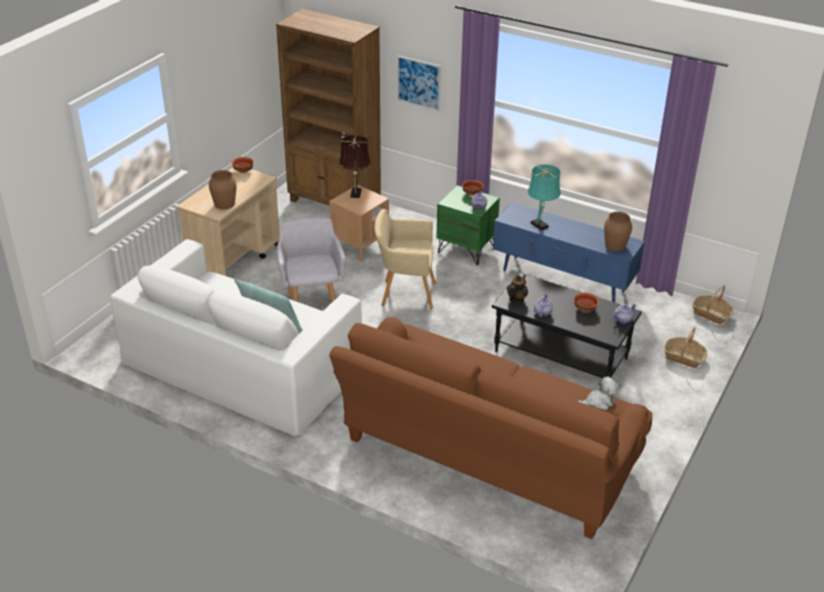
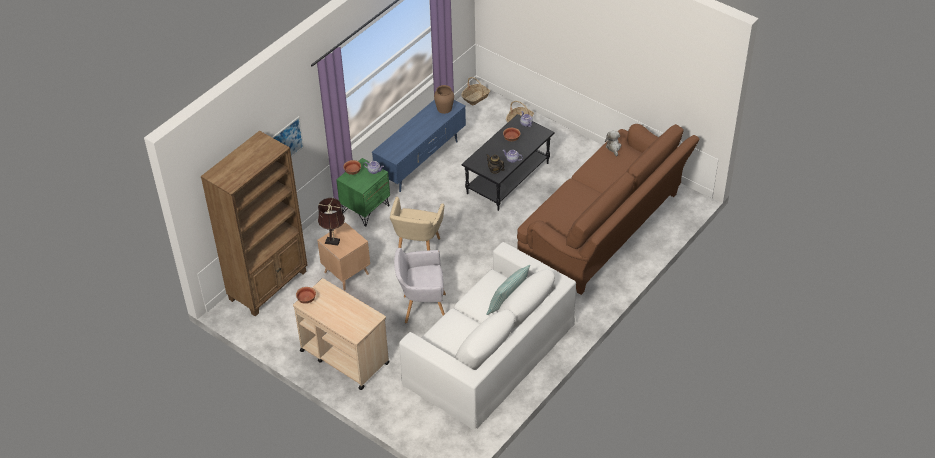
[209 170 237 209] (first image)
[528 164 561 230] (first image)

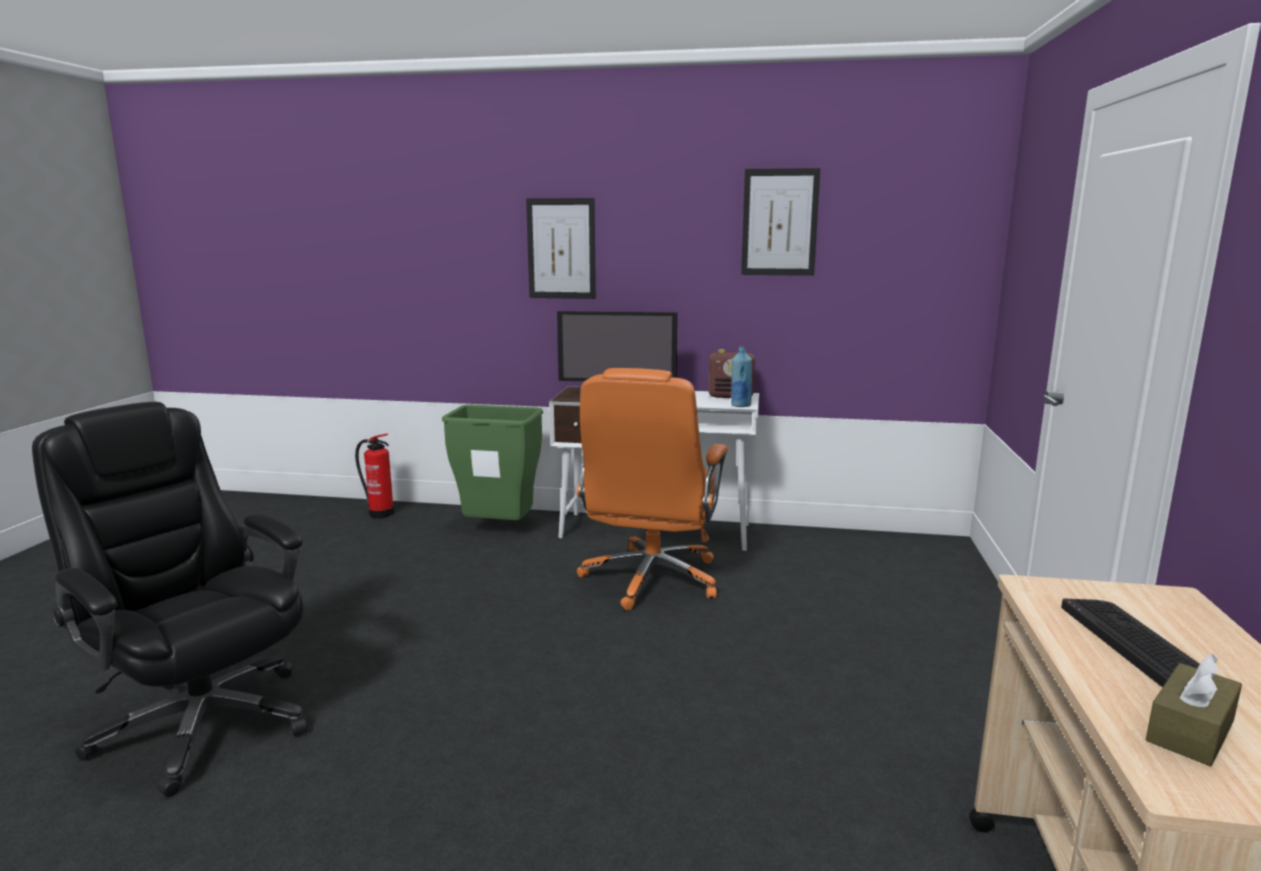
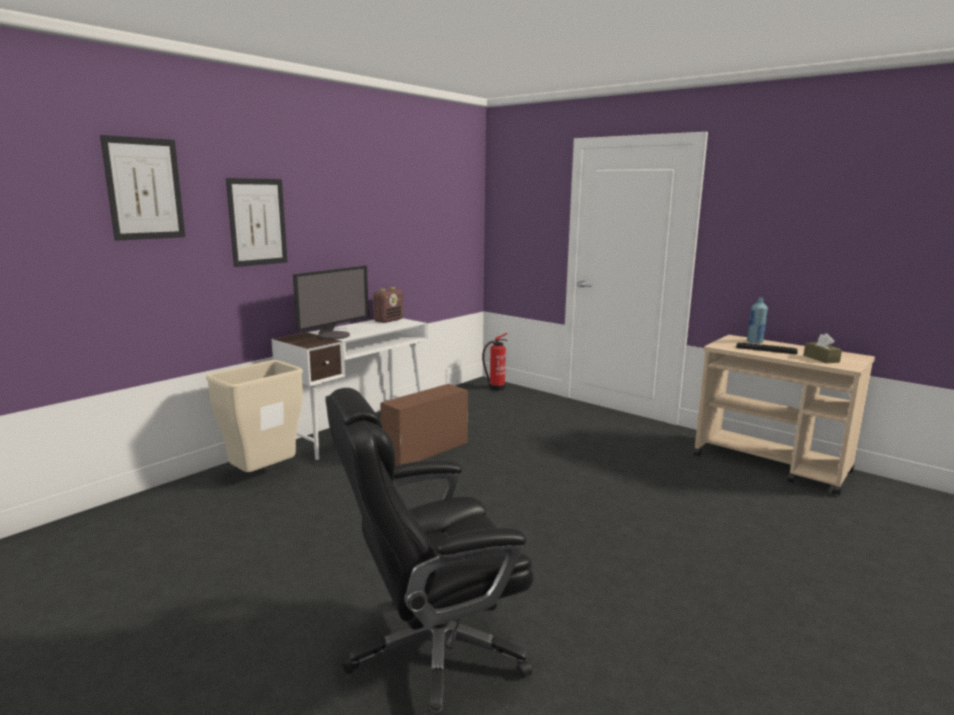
[482 333 507 390]
[206 360 303 472]
[381 384 468 466]
[747 297 768 344]
[100 135 185 241]

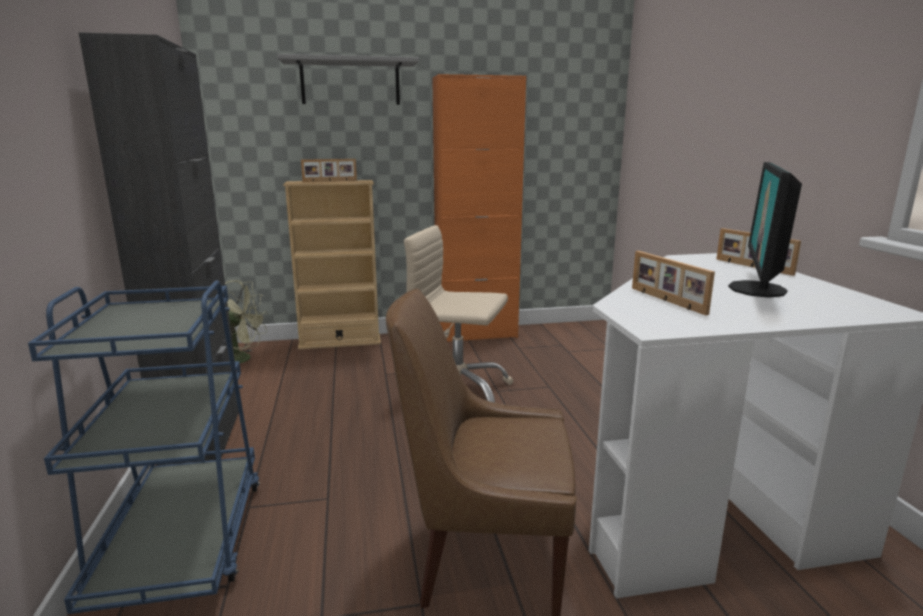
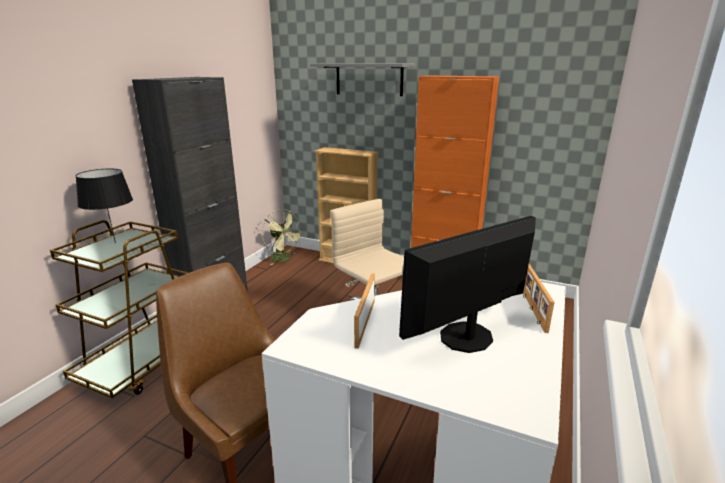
[50 220 188 398]
[301 159 357 182] (first image)
[75 169 133 243]

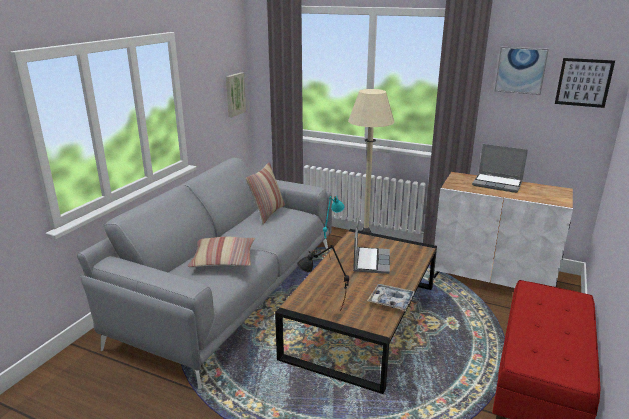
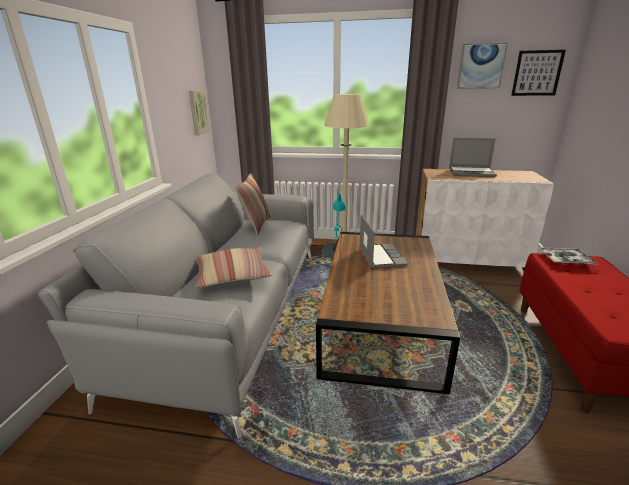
[297 245 349 310] (first image)
[540 247 598 265]

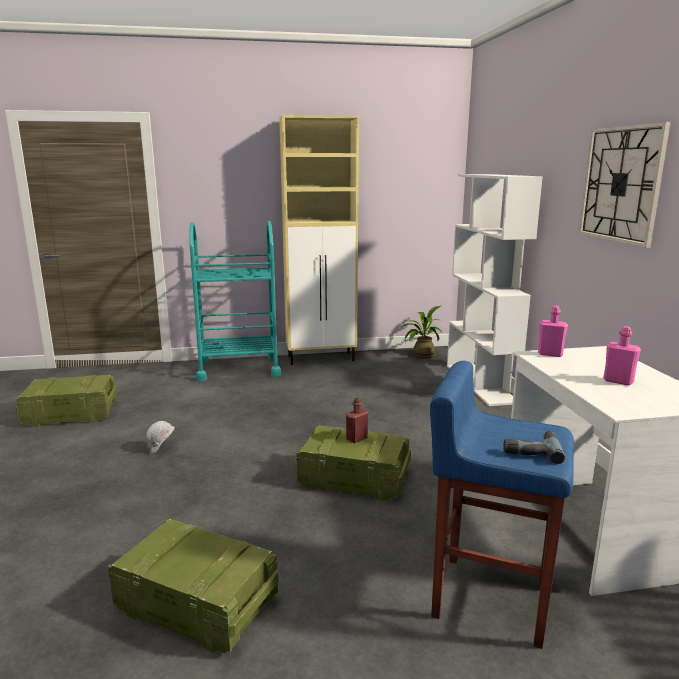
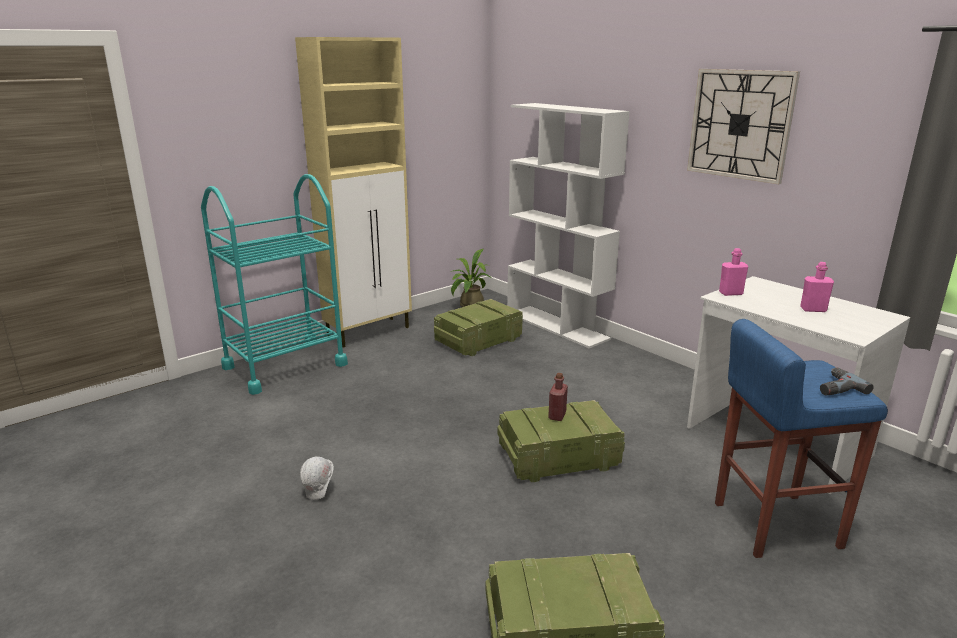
[434 299 523 356]

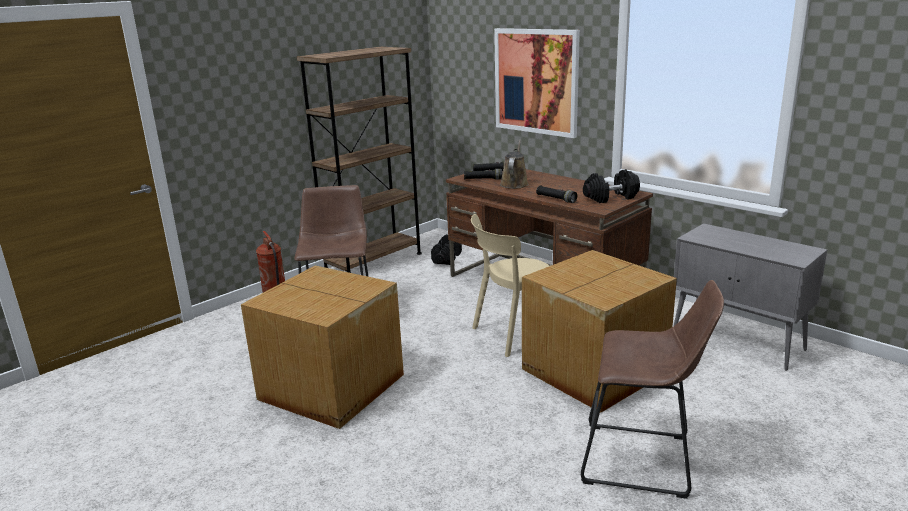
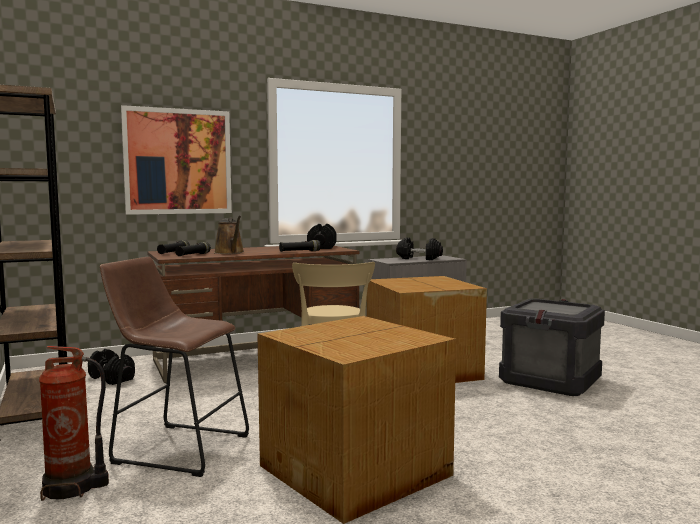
[214 216 244 254]
[499 299 605 396]
[396 238 443 260]

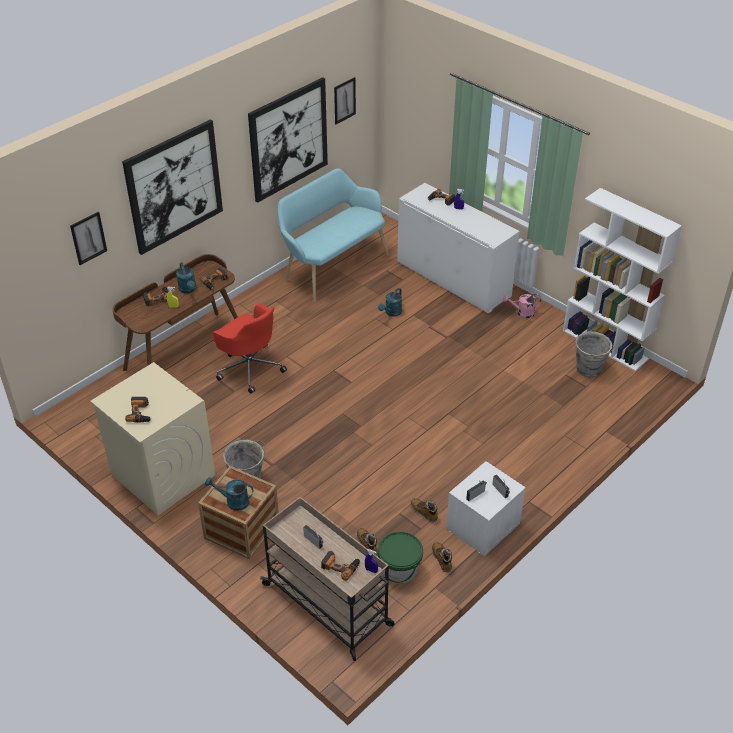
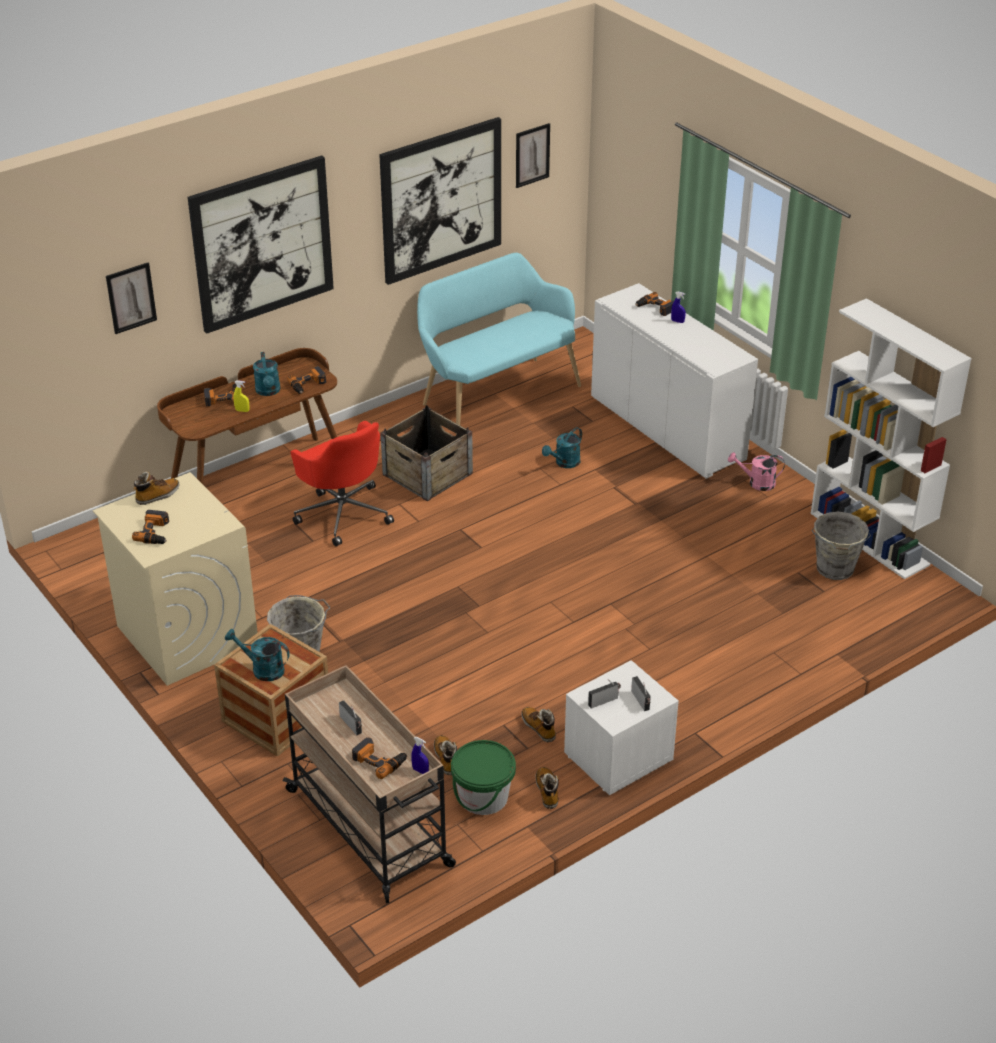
[134 472 179 505]
[381 405 473 501]

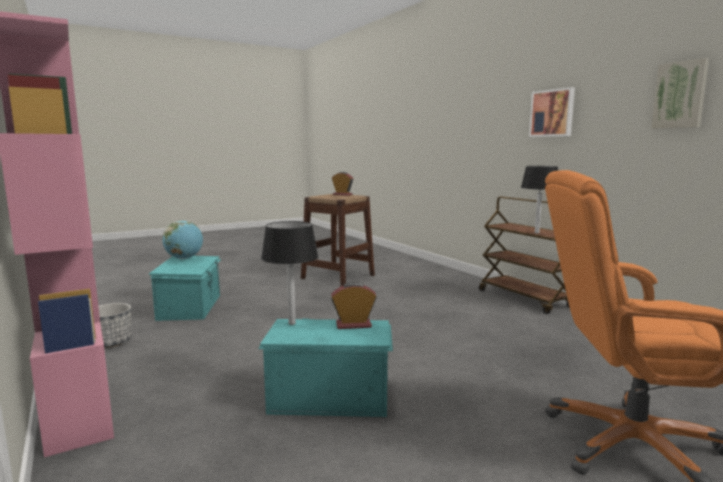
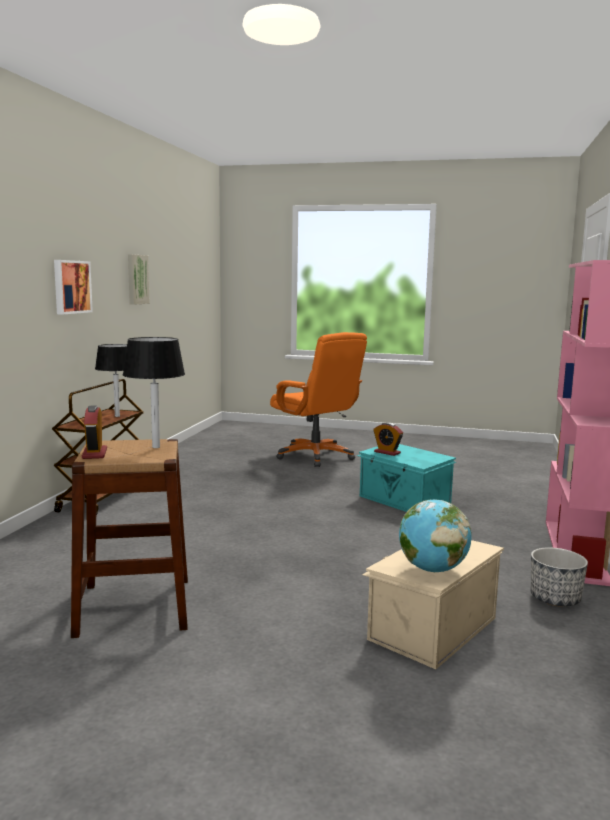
[362 540 504 669]
[123 337 185 448]

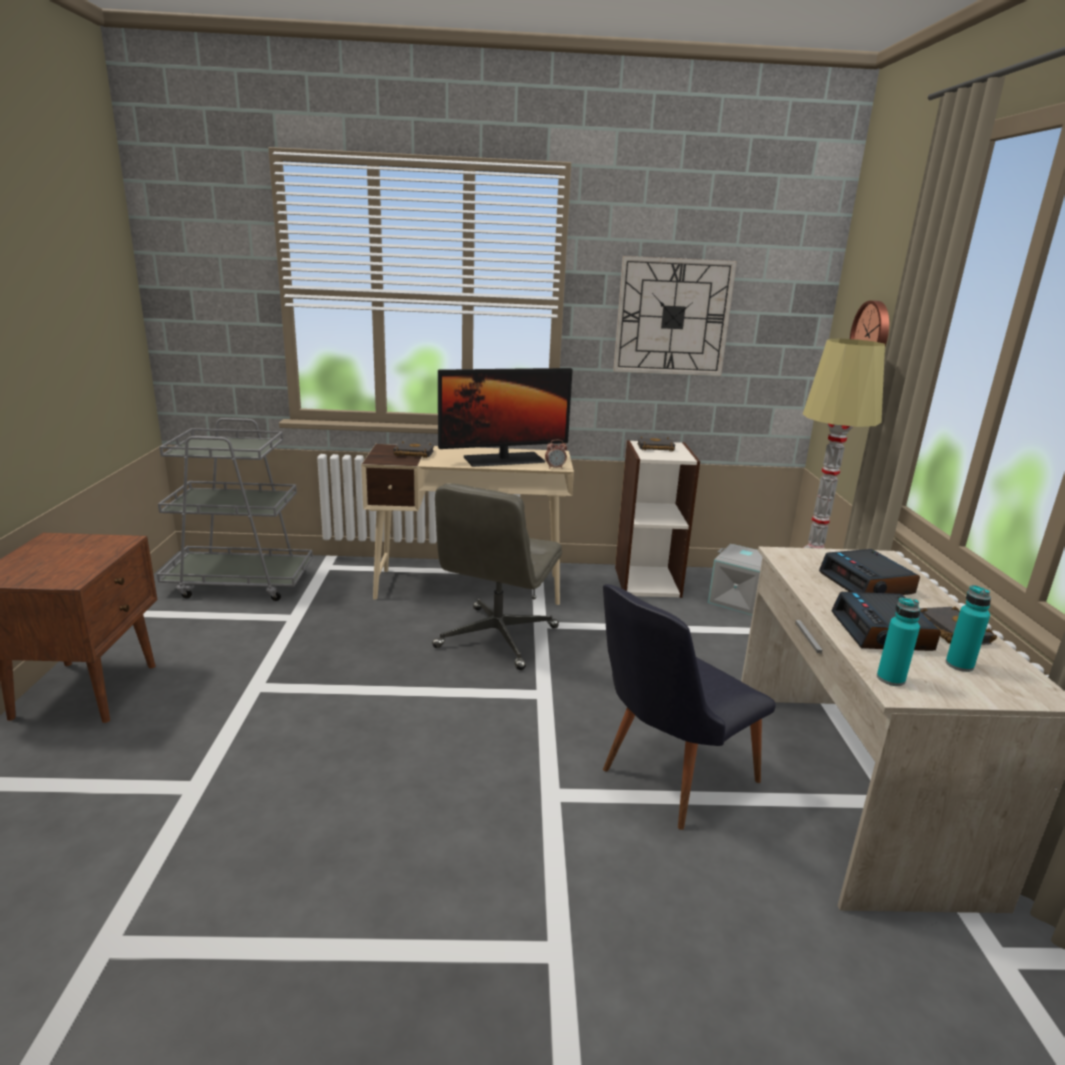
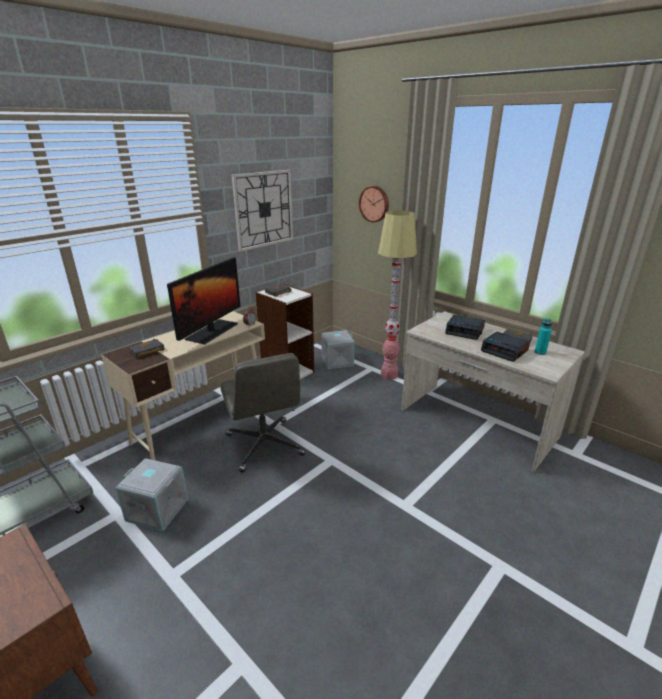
[603 584 776 830] (first image)
[877 598 920 686] (first image)
[115 458 188 532]

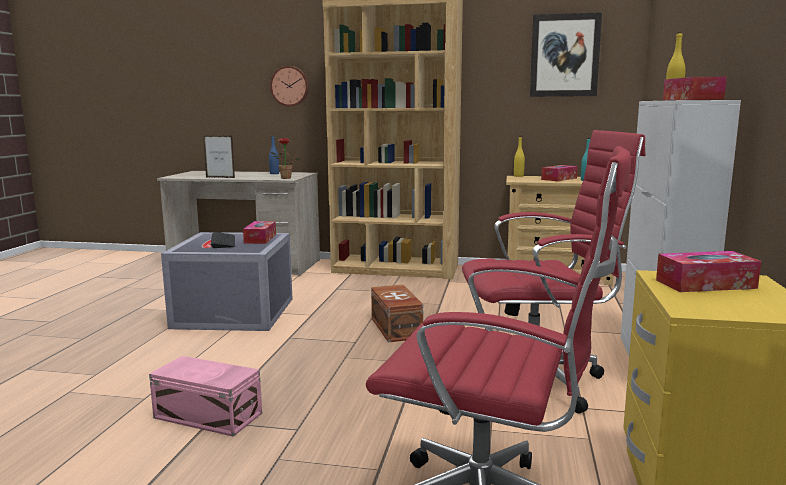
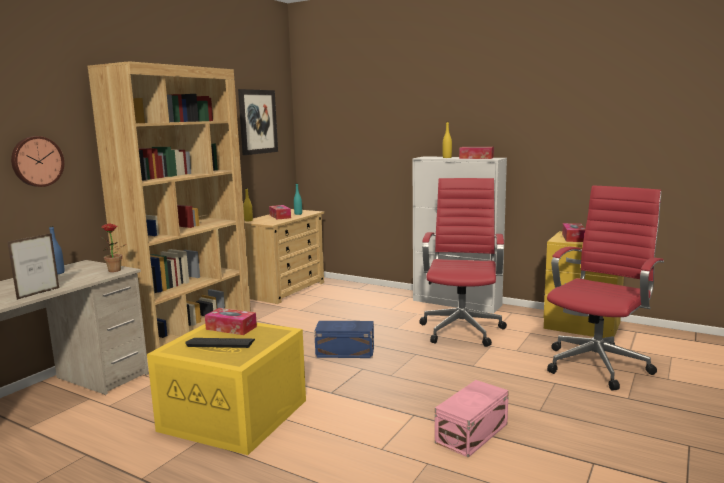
[147 322 306 455]
[314 321 374 358]

